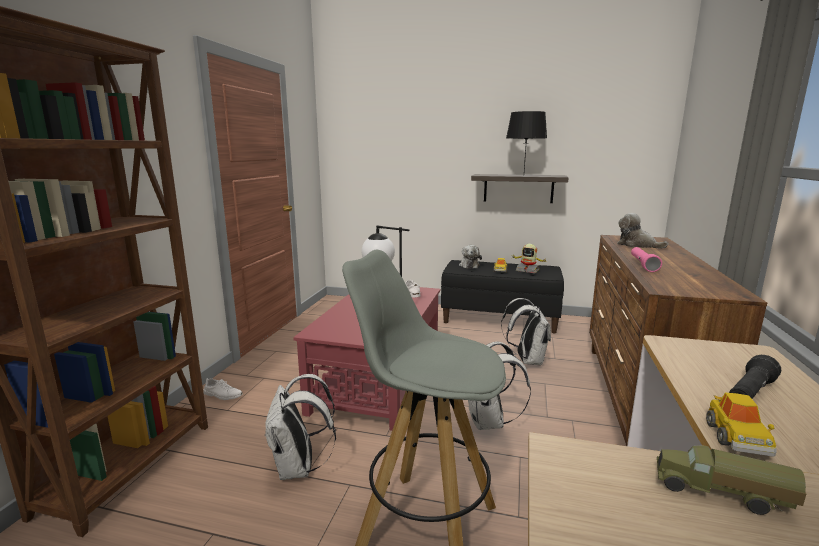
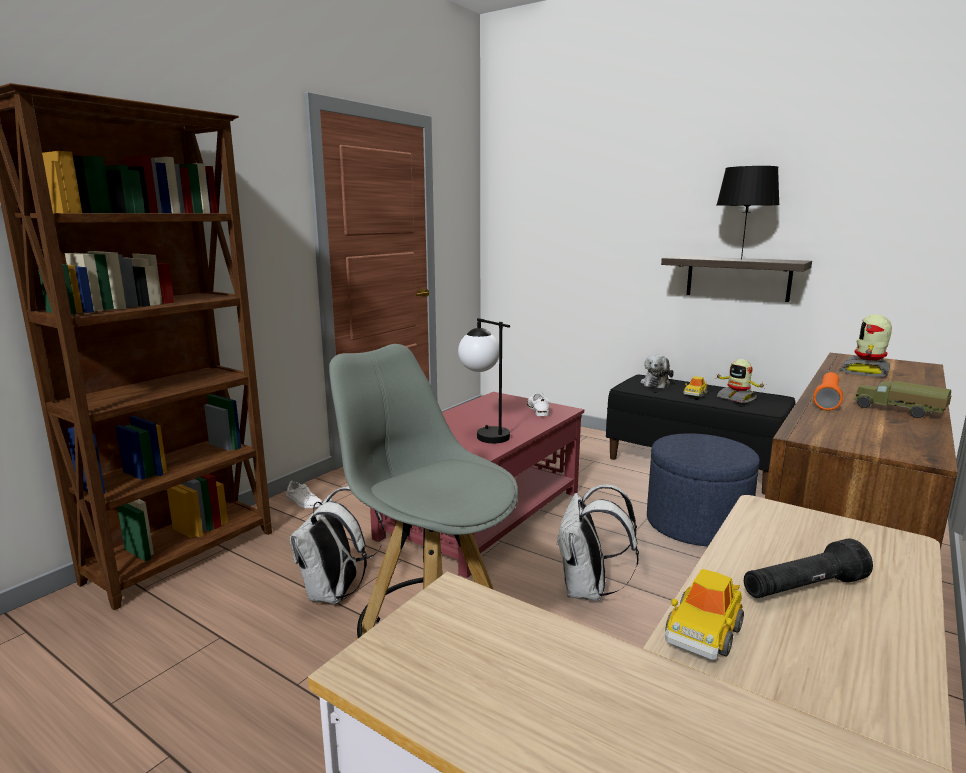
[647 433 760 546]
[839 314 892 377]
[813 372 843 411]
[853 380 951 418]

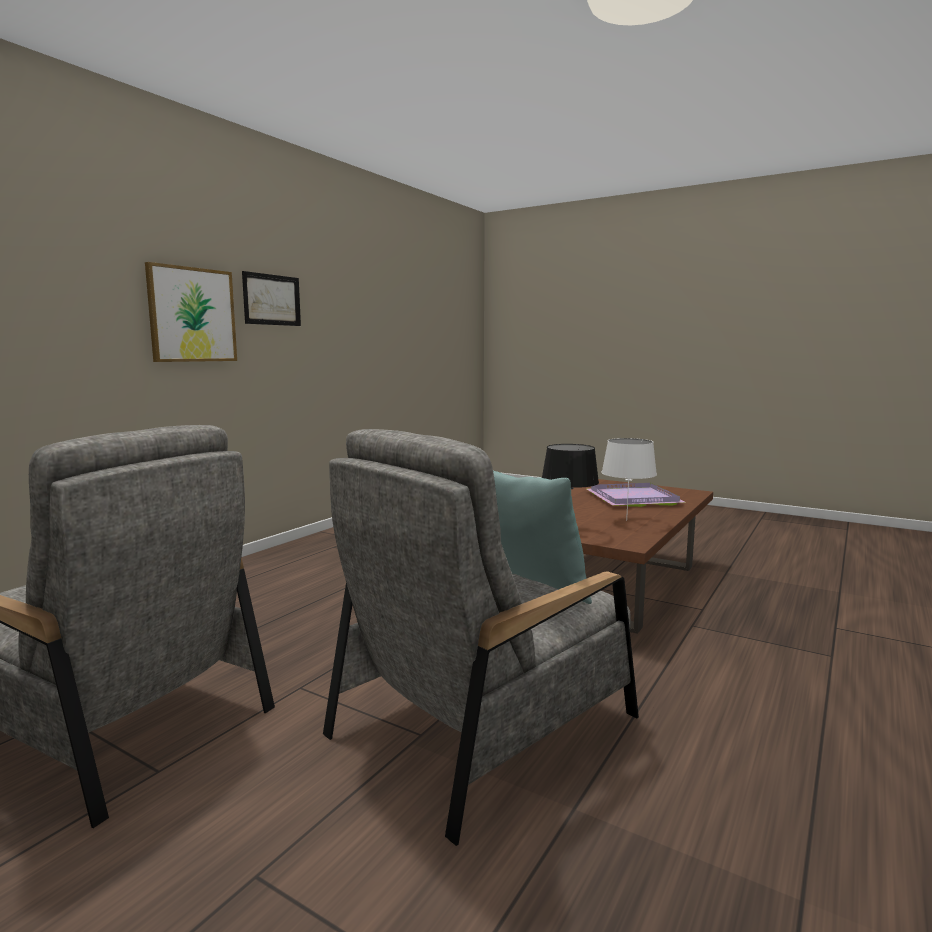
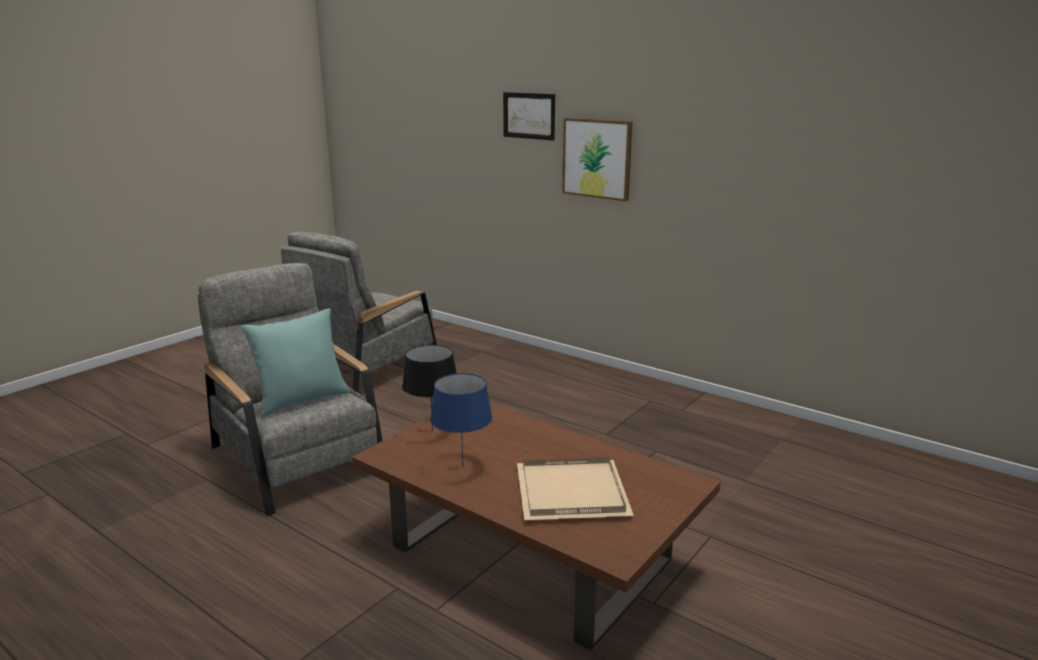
[503 92 555 141]
[517 457 634 520]
[430 373 492 468]

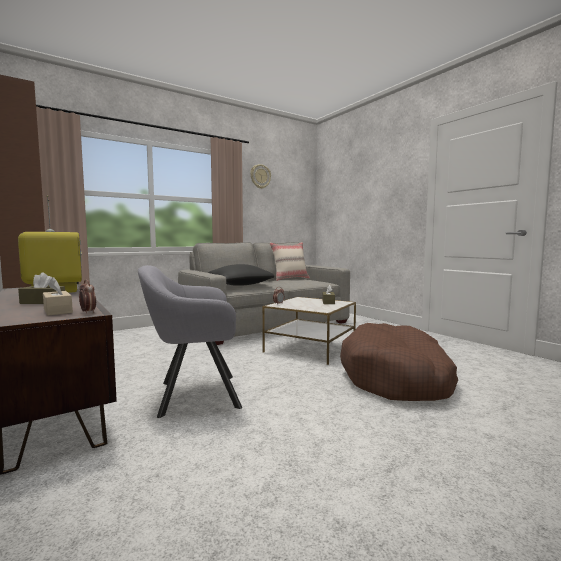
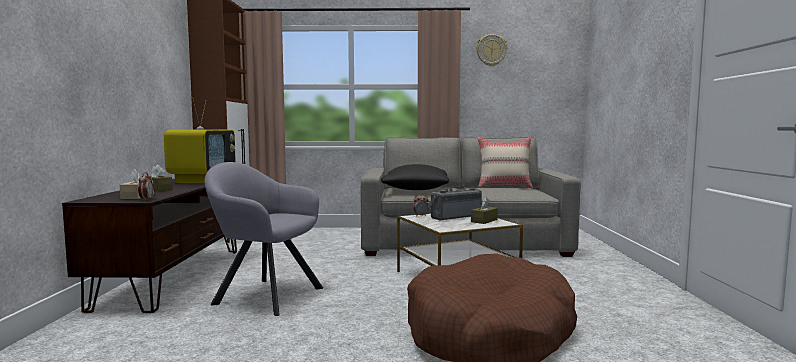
[427 188 482 221]

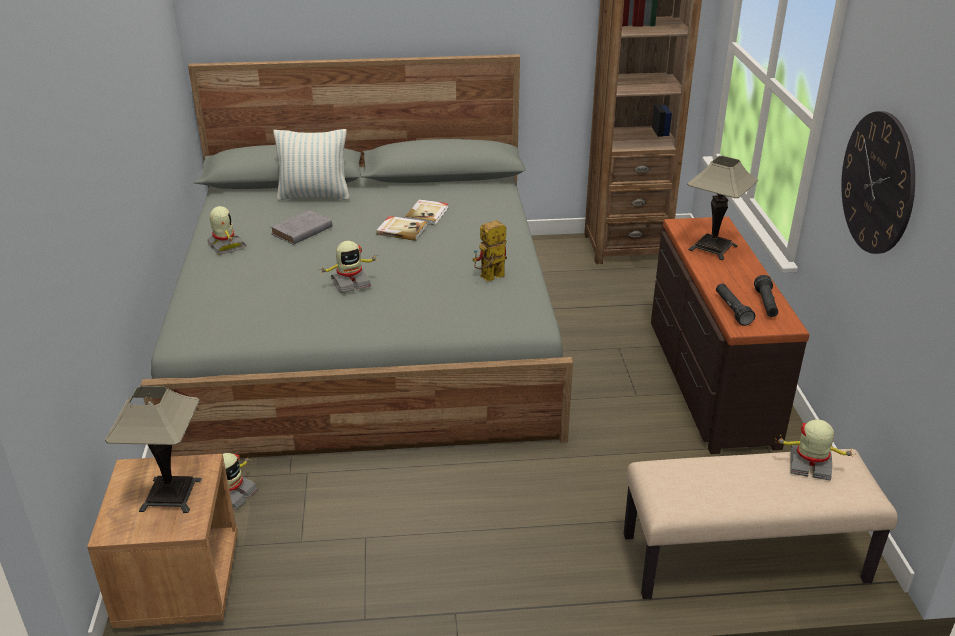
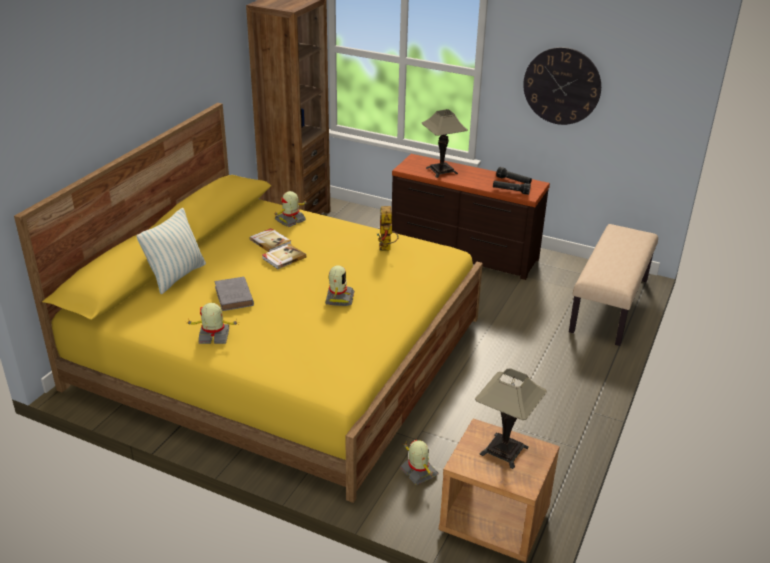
[14 103 483 503]
[274 191 307 227]

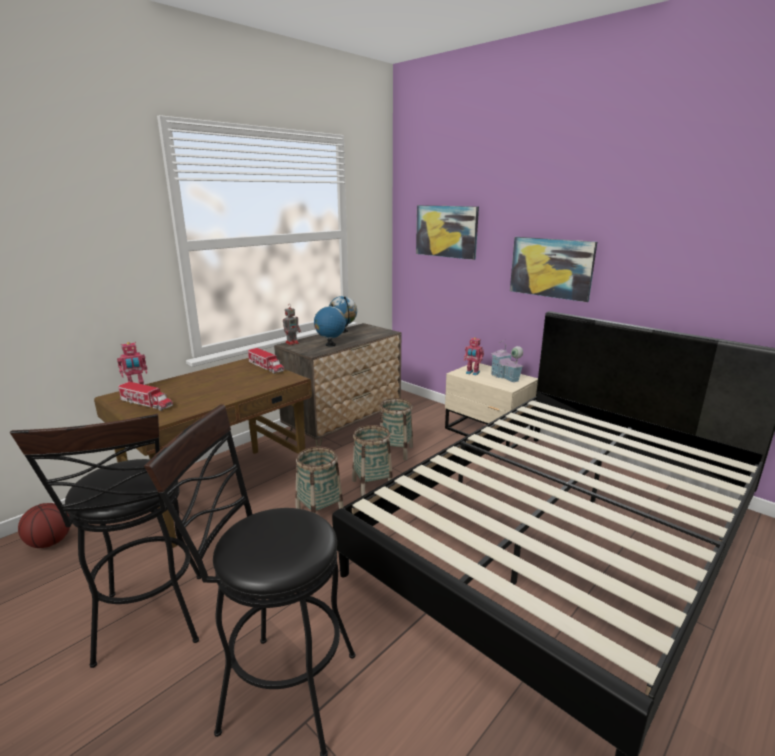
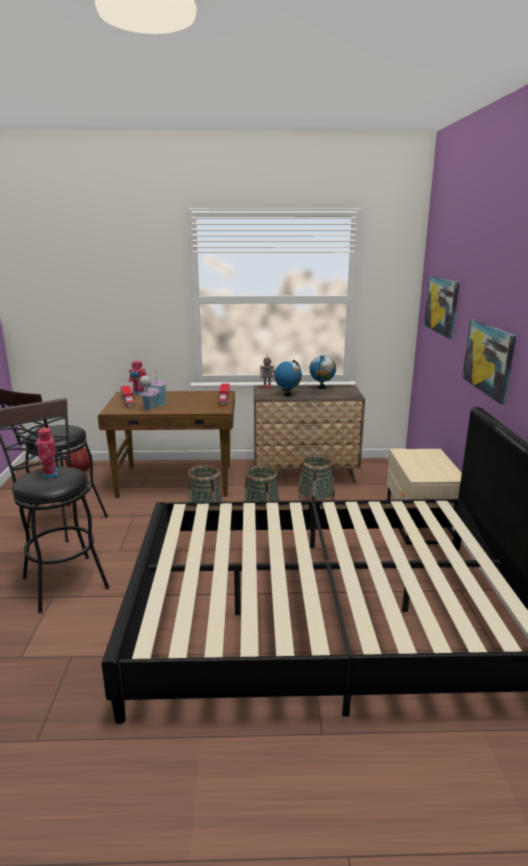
[34 426 58 478]
[139 370 167 411]

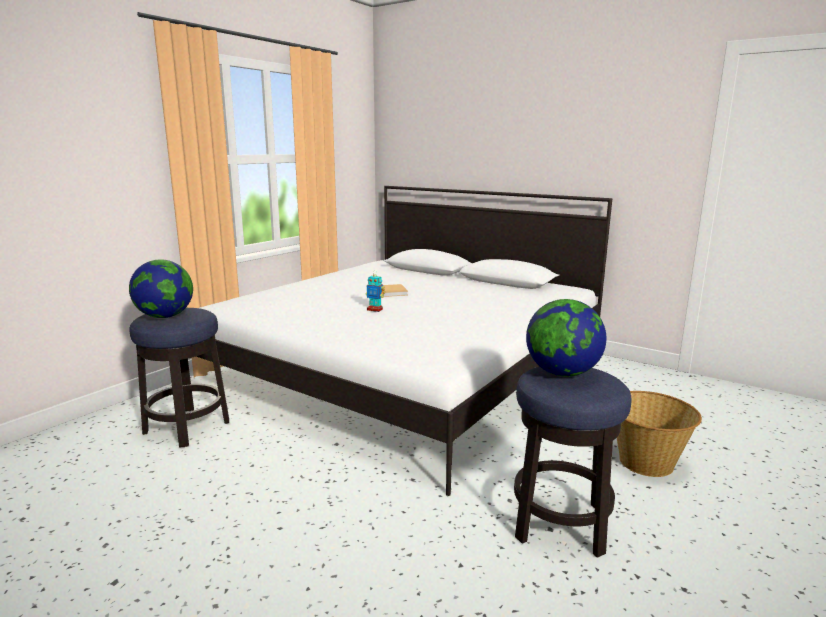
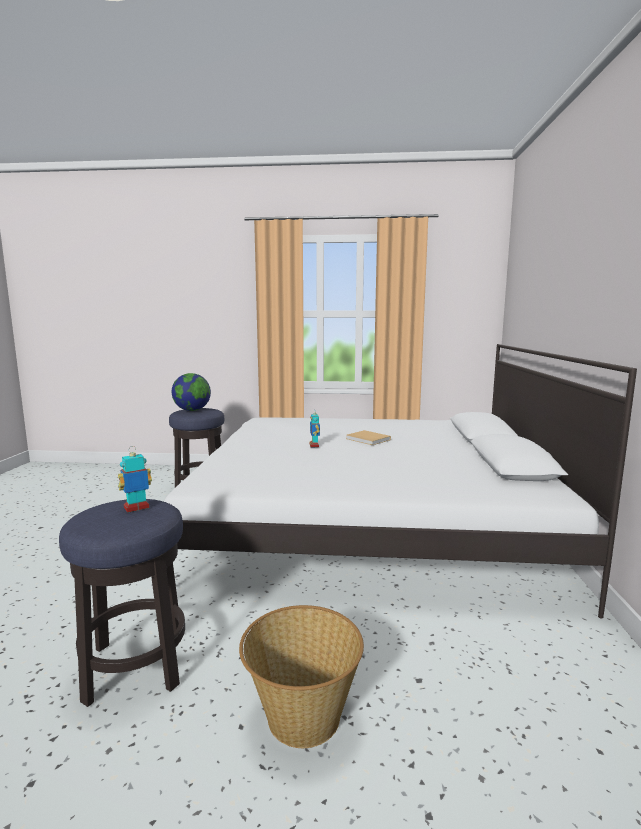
[118 446 152 513]

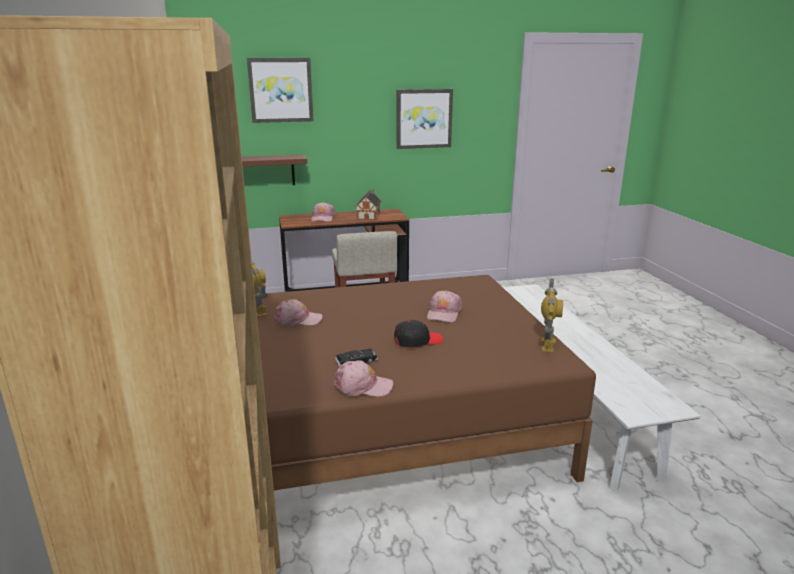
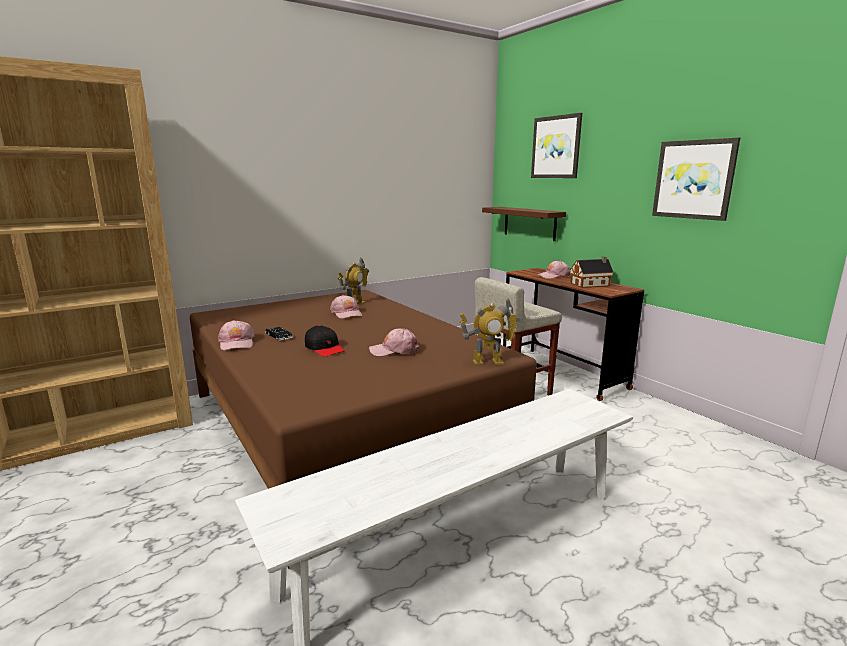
[459 299 520 365]

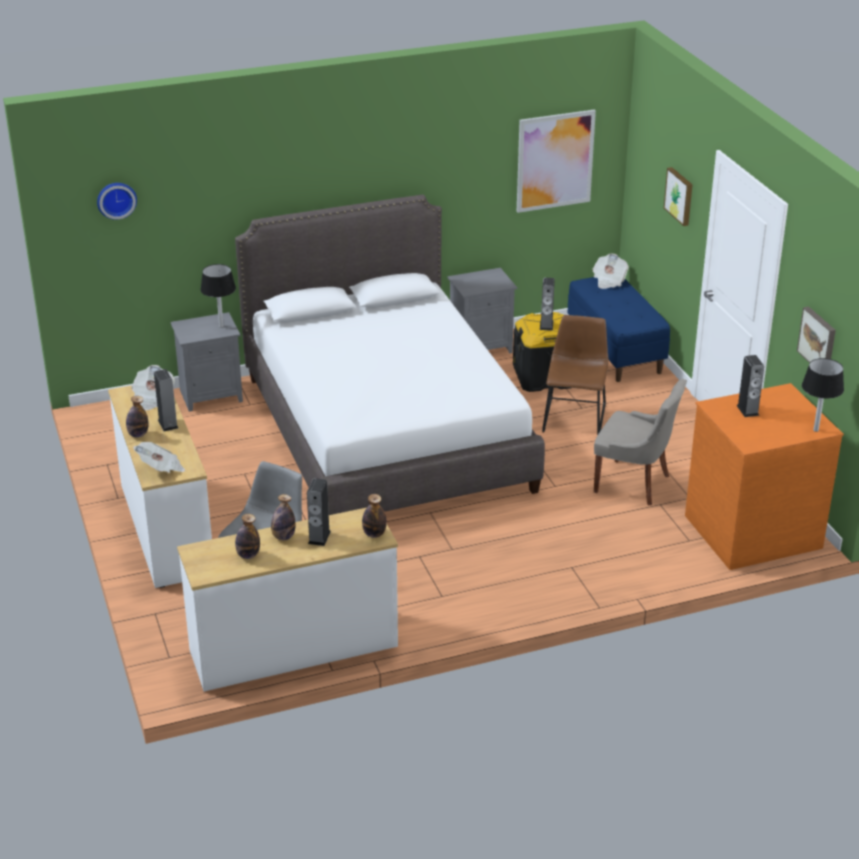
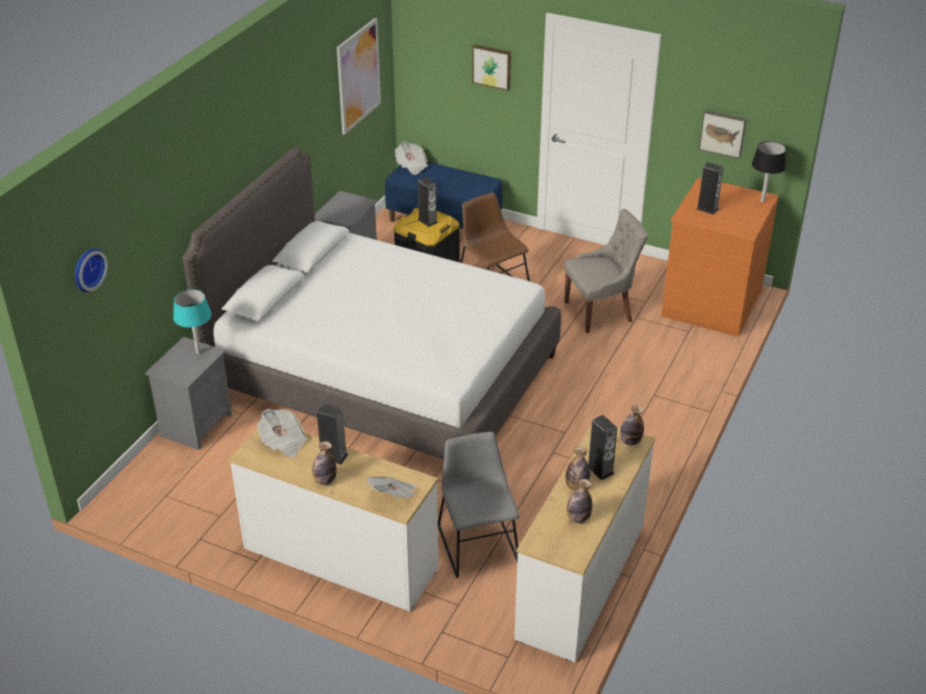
[173 289 212 354]

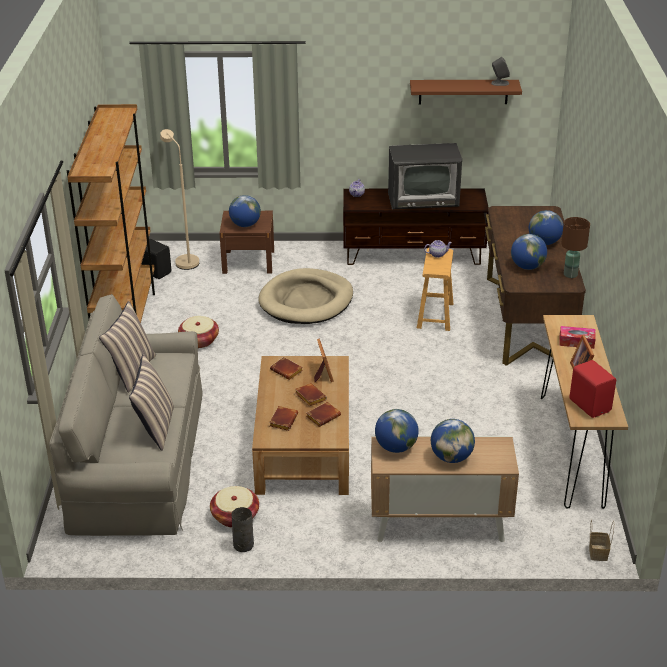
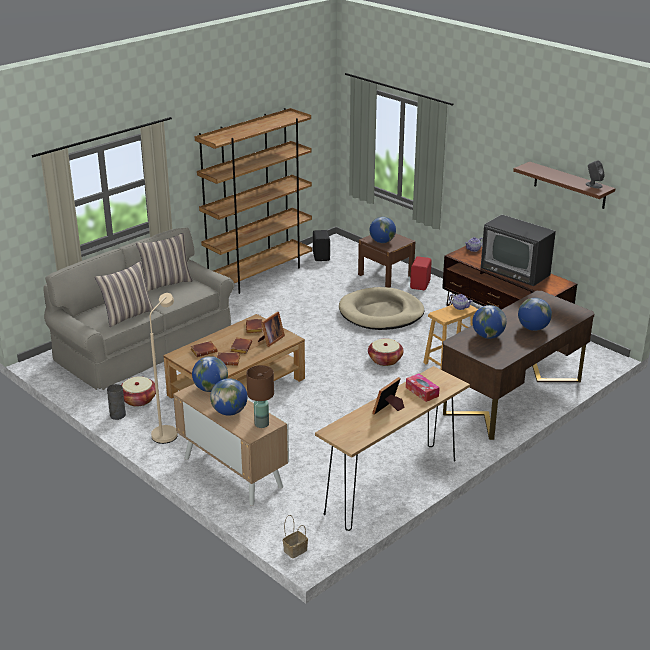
[150 293 178 444]
[368 338 403 366]
[246 365 274 428]
[410 256 432 290]

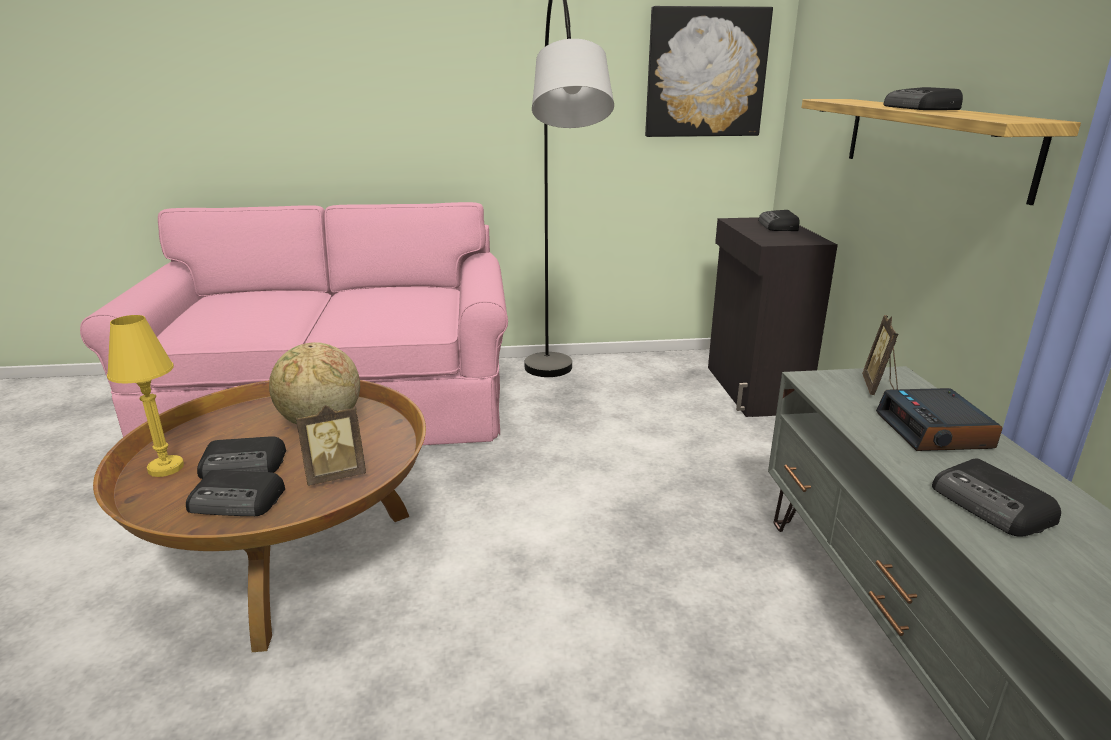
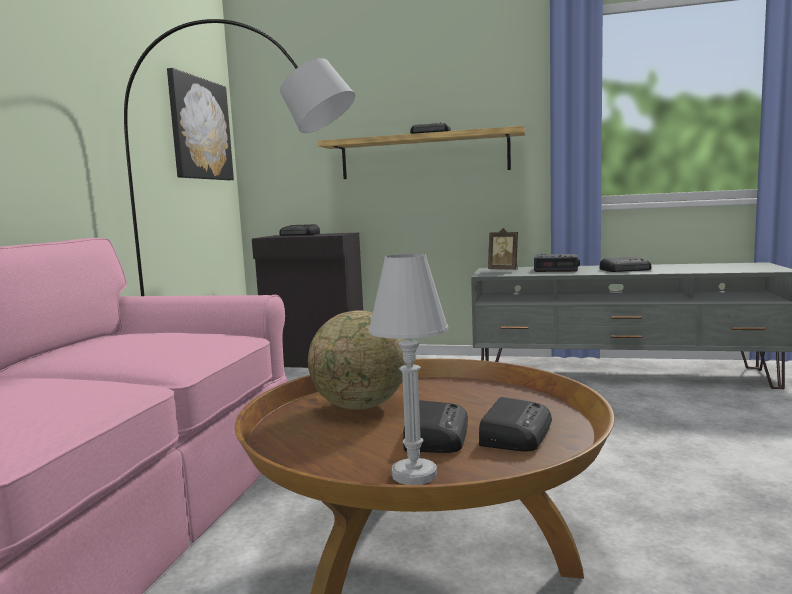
[369 254 449 485]
[296 405 366 486] (first image)

